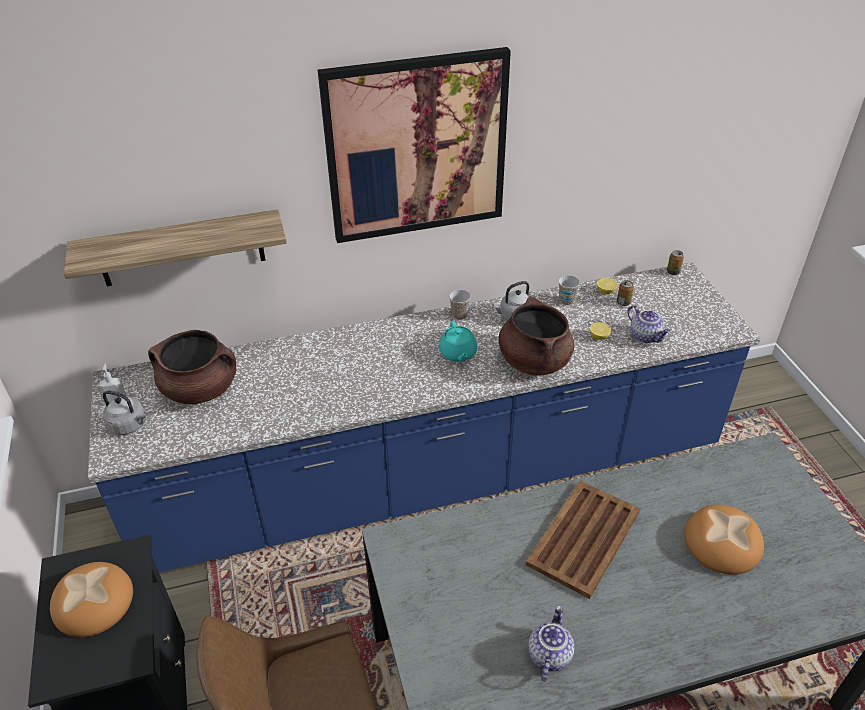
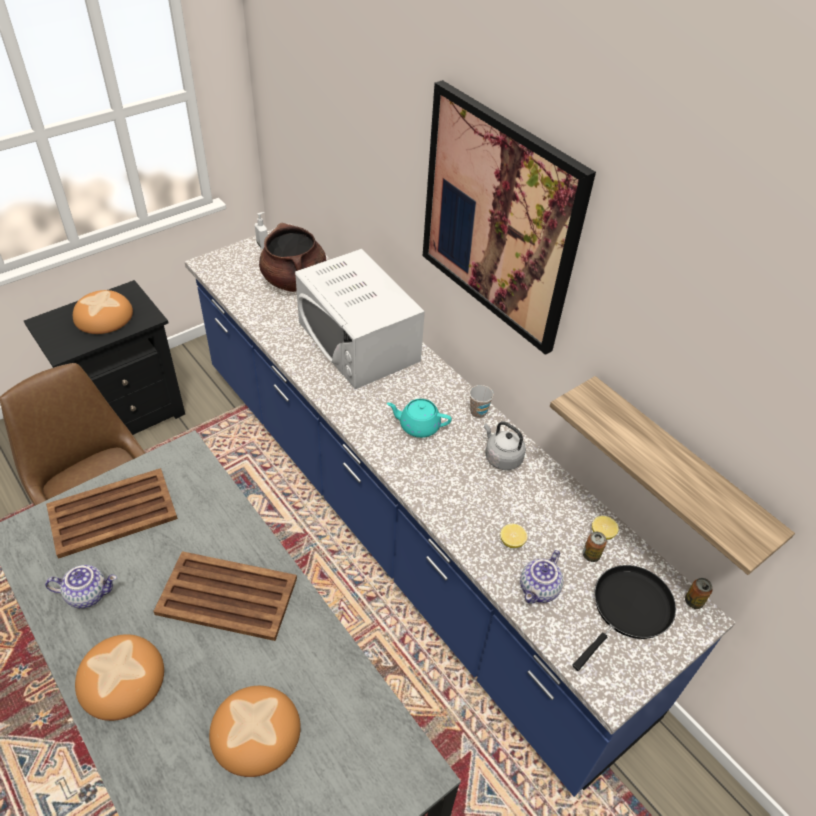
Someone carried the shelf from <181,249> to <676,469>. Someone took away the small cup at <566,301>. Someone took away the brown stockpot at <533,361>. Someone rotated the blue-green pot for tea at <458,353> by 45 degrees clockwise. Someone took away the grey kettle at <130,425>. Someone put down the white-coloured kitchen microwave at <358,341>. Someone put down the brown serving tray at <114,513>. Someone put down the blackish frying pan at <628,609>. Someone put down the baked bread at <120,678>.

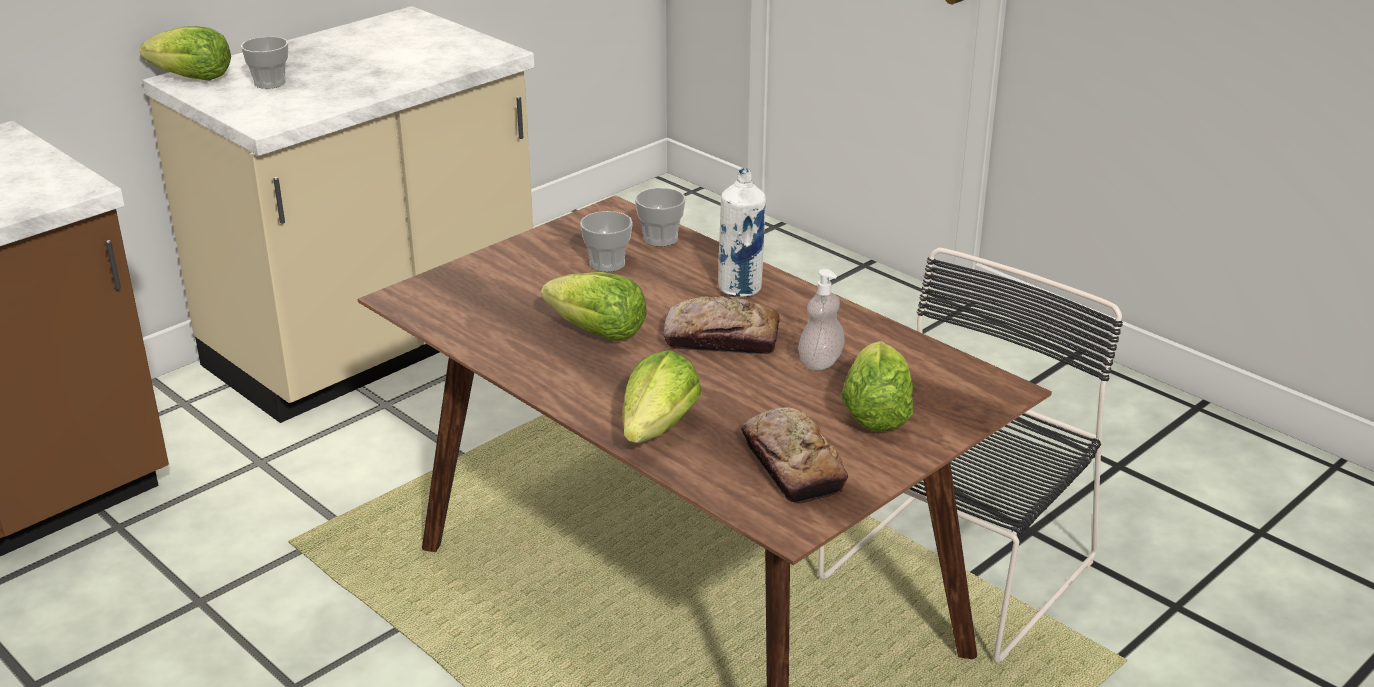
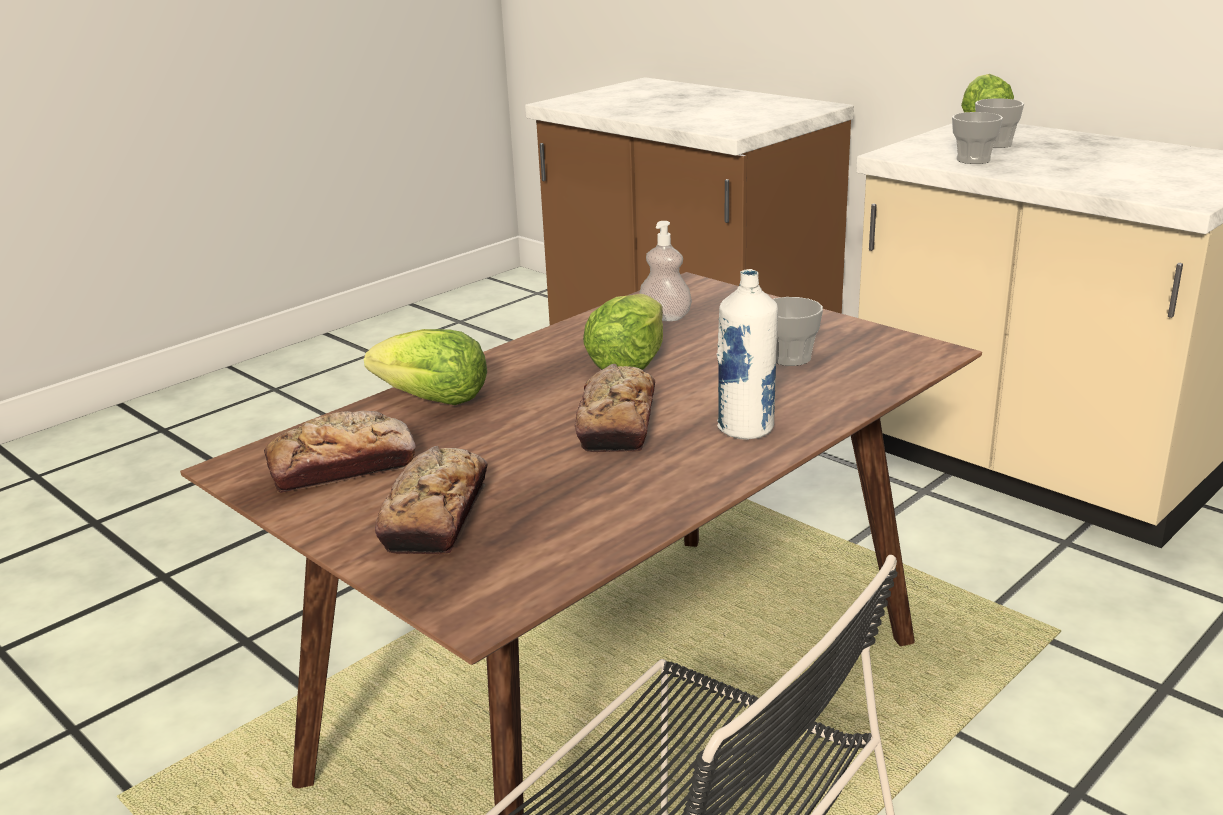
Someone carried the small cup from <660,238> to <973,160>. Someone carried the soap bottle from <820,362> to <665,317>. Someone swapped the head of lettuce at <875,414> for the baked bread at <435,515>.

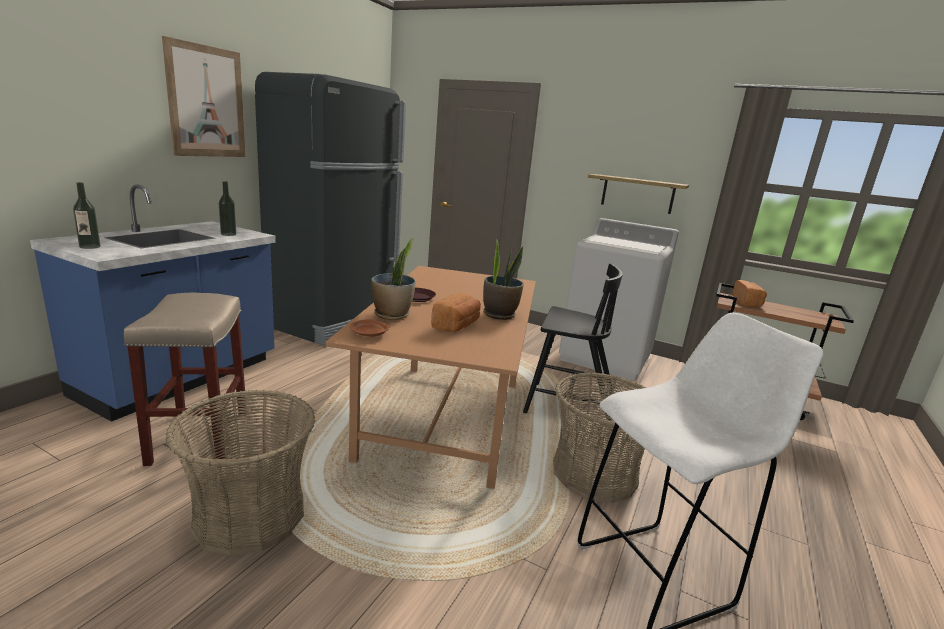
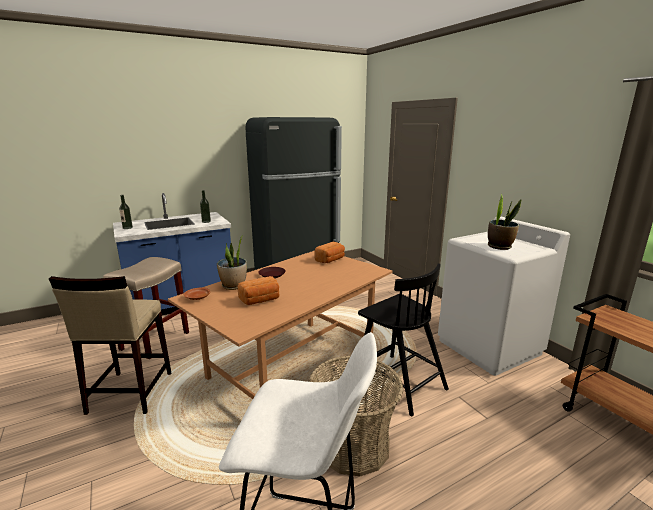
Someone took away the wall art at <206,102>. Someone took away the shelf at <637,194>. Someone carried the potted plant from <499,315> to <499,246>. Someone carried the baked bread from <747,302> to <330,260>. Someone swapped the basket at <250,515> for the beige-coloured sitting stool at <129,393>.

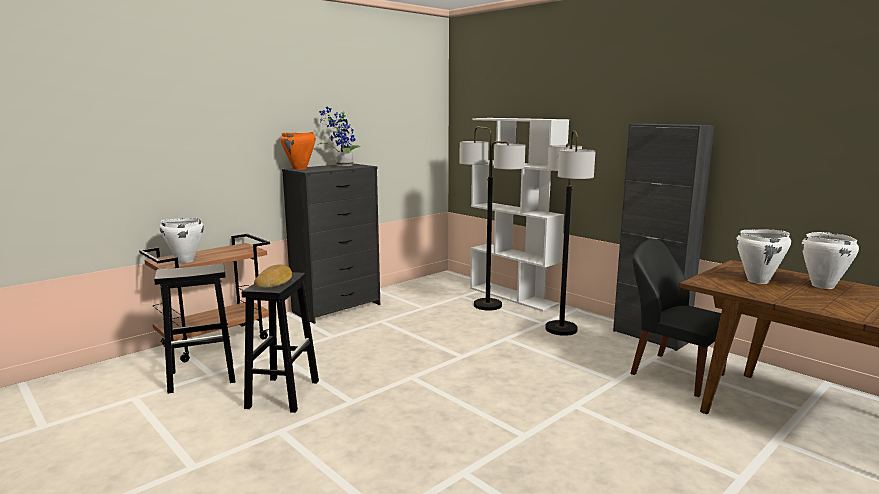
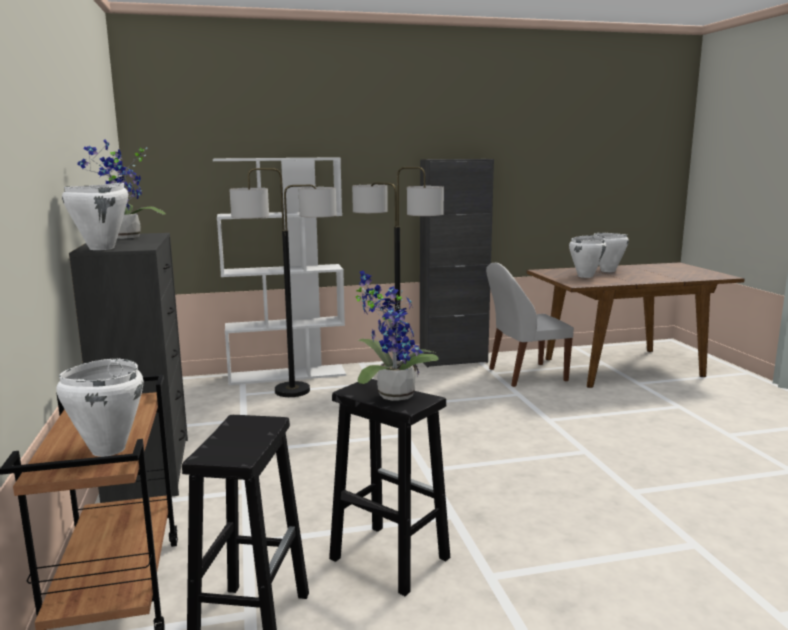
Someone repainted the orangey stockpot at <299,169>, which became the white-coloured stockpot at <102,248>. Someone repainted the blackish chair at <674,373>, which became the white-coloured chair at <525,375>. Someone swapped the baked bread at <275,281> for the potted plant at <391,394>.

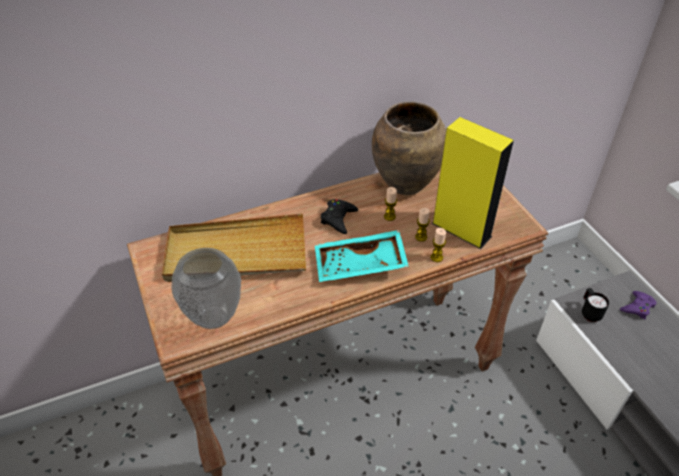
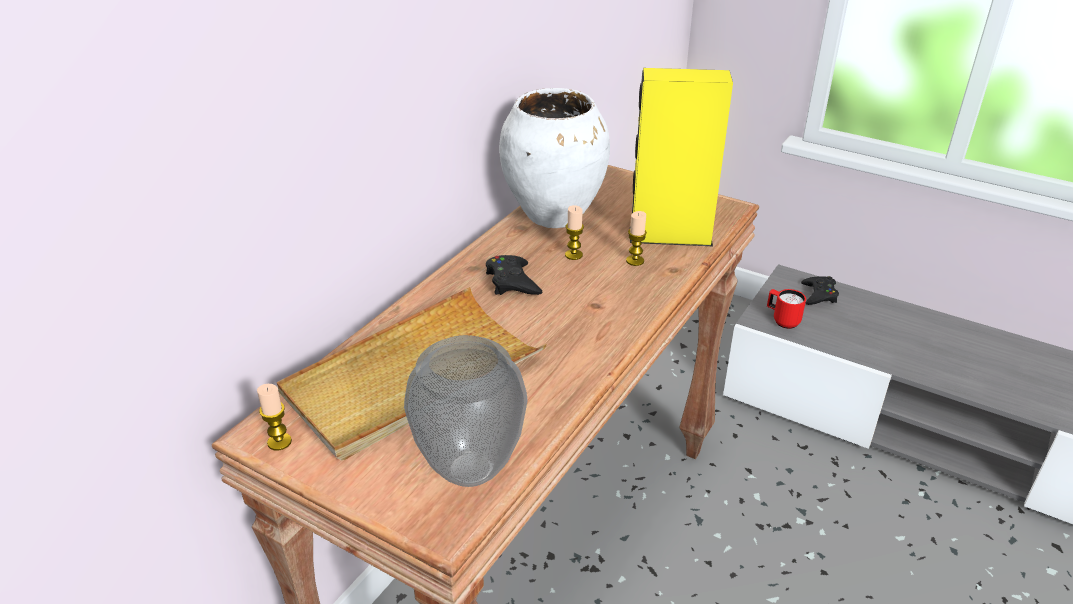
Someone repainted the brown vase at <406,184>, which became the white-coloured vase at <555,216>. Someone carried the candle from <436,257> to <279,442>. Someone took away the blue-green serving tray at <360,266>. Someone repainted the blackish mug at <589,312>, which became the red mug at <782,320>. Someone repainted the purplish joypad at <637,307>, which became the blackish joypad at <819,295>.

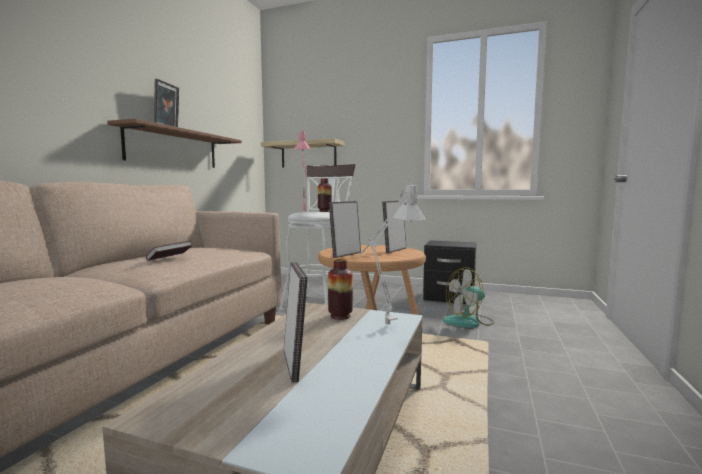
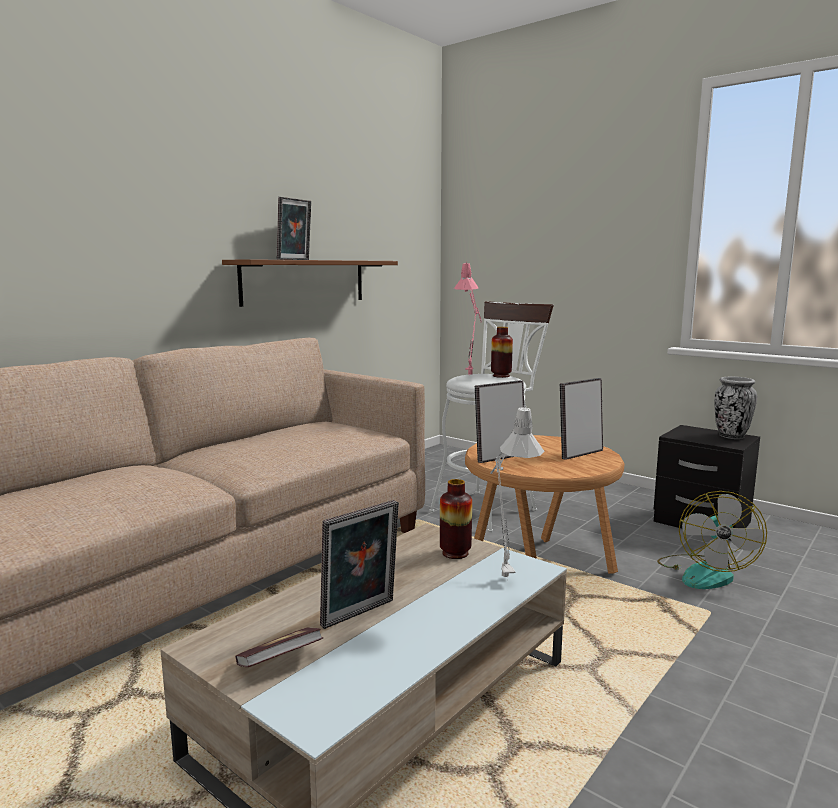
Someone took away the shelf at <308,155>. Someone carried the book from <169,259> to <279,662>. Someone rotated the standing frame at <295,364> by 45 degrees clockwise. Someone rotated the cooling fan at <469,322> by 75 degrees counterclockwise. Someone put down the vase at <731,436>.

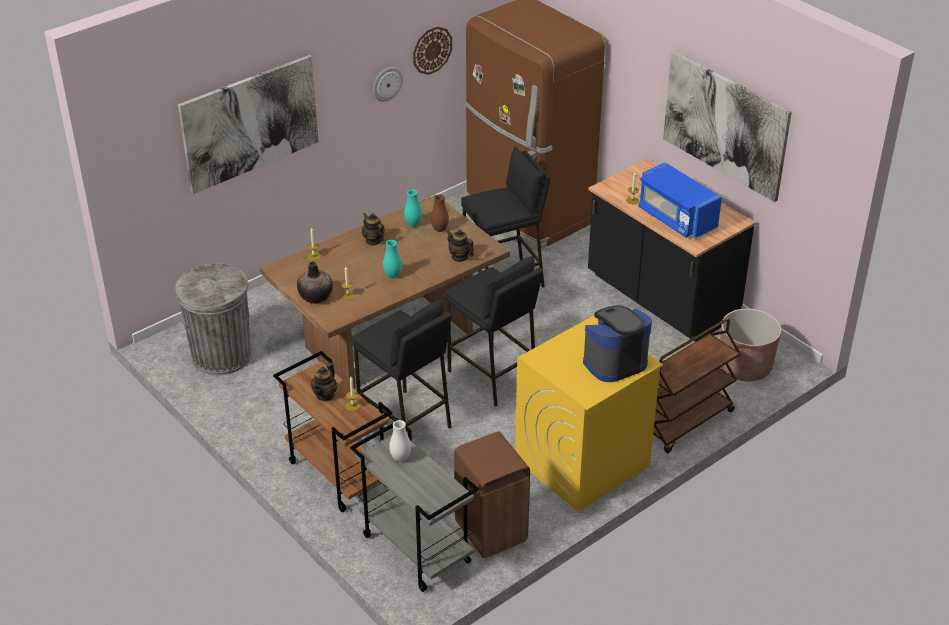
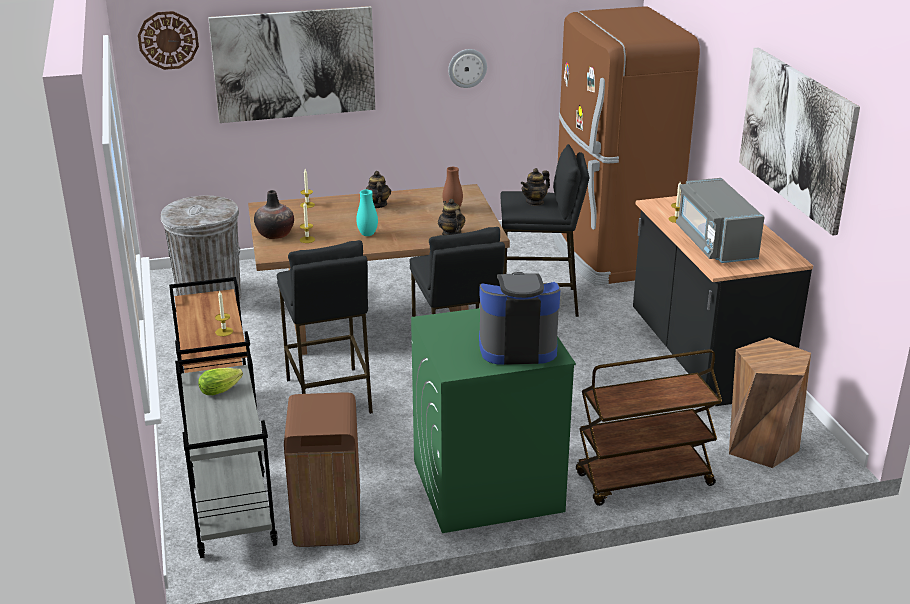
Someone carried the clock on the wall from <432,50> to <168,40>. Someone repainted the blue kitchen microwave at <676,218>, which became the grey kitchen microwave at <715,243>. Someone took away the blue-green vase at <413,224>. Someone swapped the brown plant pot at <745,367> for the brown sitting stool at <760,445>. Someone repainted the yellow-coloured laundry appliance at <581,463>, which became the green laundry appliance at <486,486>. Someone carried the pot for tea from <325,395> to <535,202>. Someone swapped the white-coloured vase at <400,458> for the head of lettuce at <222,389>.

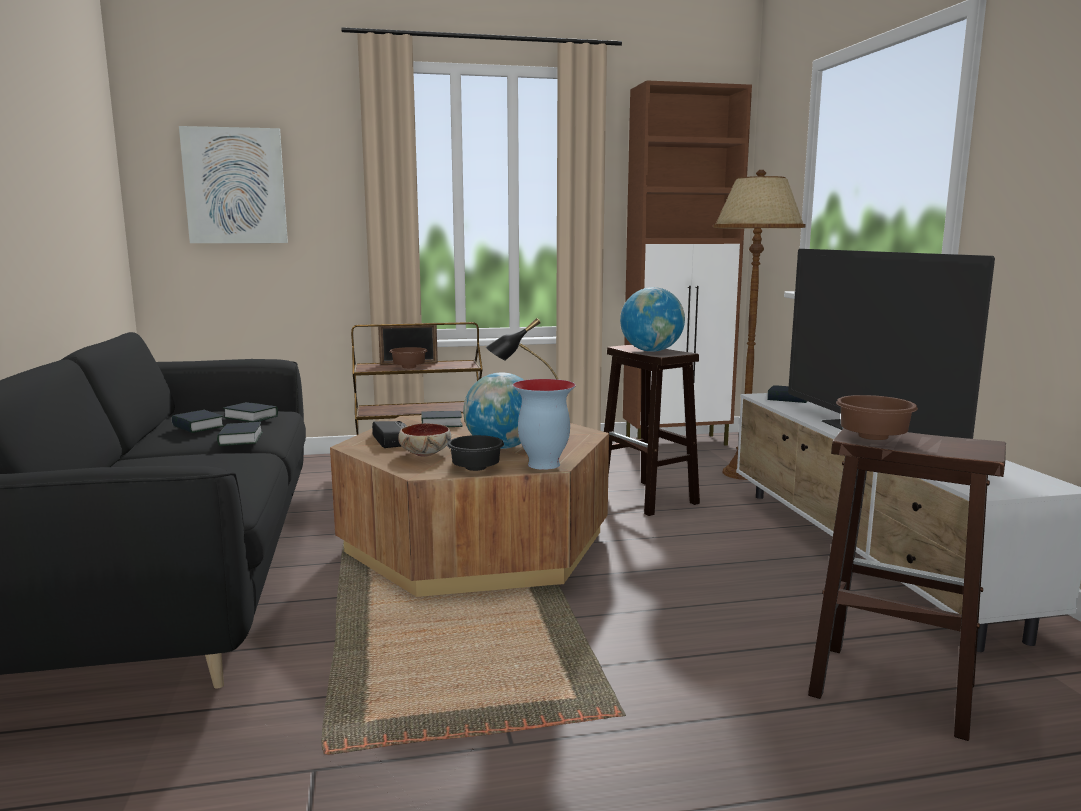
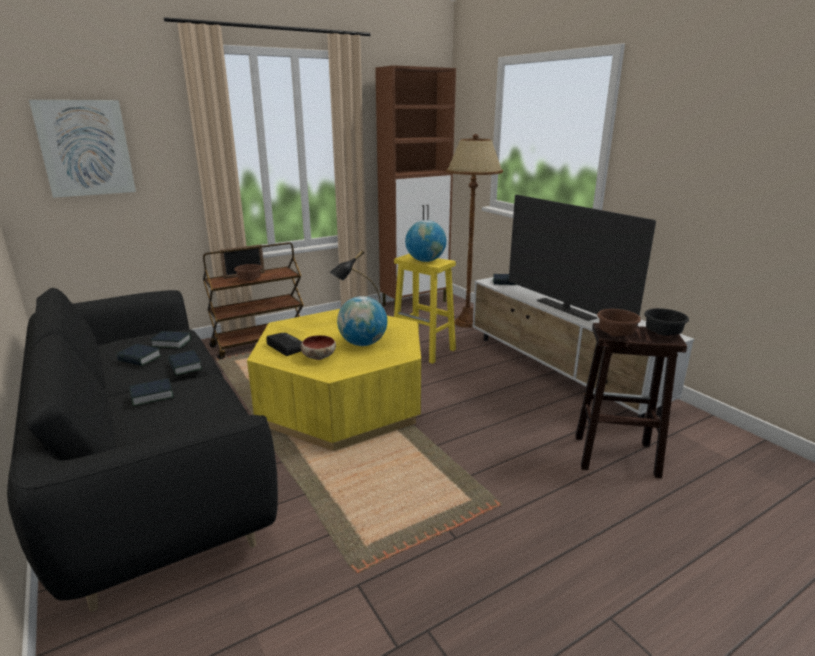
Someone repainted the brown sitting stool at <648,498>, which became the yellow-coloured sitting stool at <424,350>. Someone took away the vase at <542,464>. Someone carried the book from <441,424> to <152,396>. Someone repainted the brown lounge table at <476,543>, which became the yellow-coloured lounge table at <342,402>. Someone carried the blackish bowl from <477,468> to <663,333>.

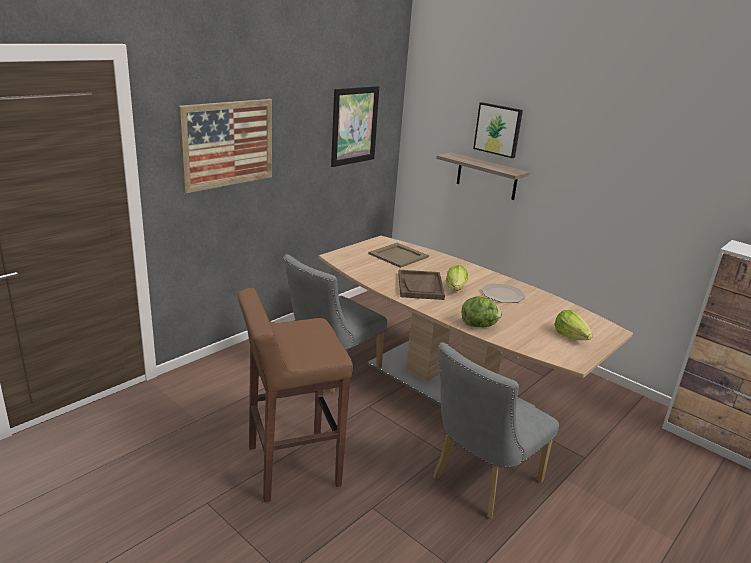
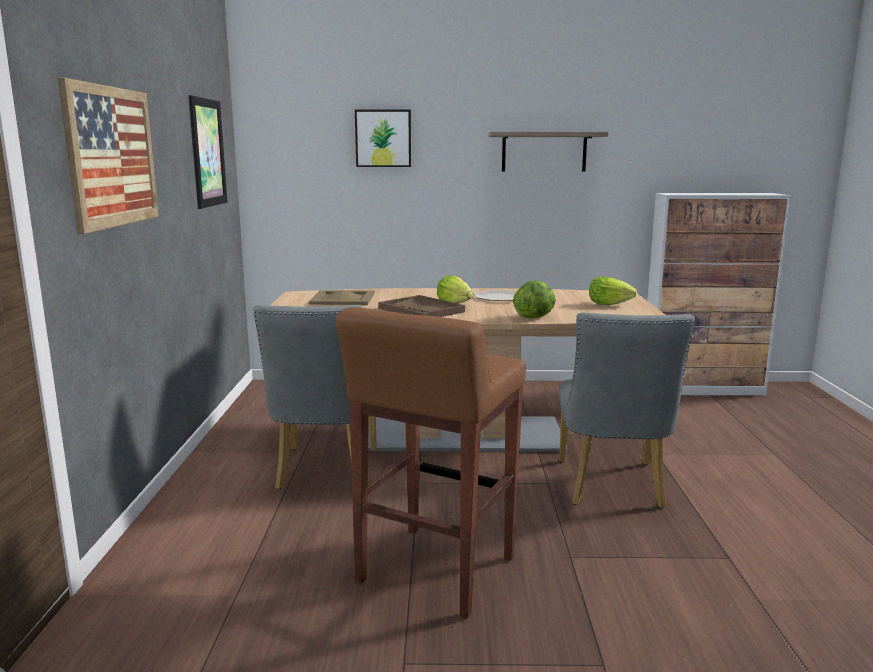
Someone carried the shelf from <486,176> to <544,152>.

